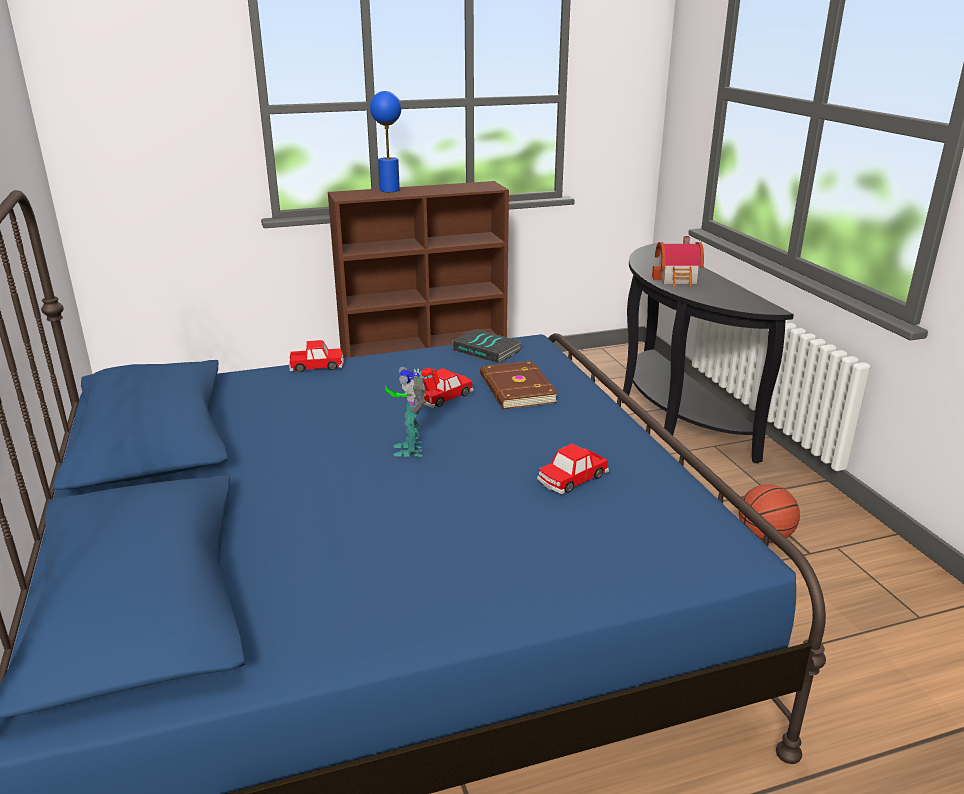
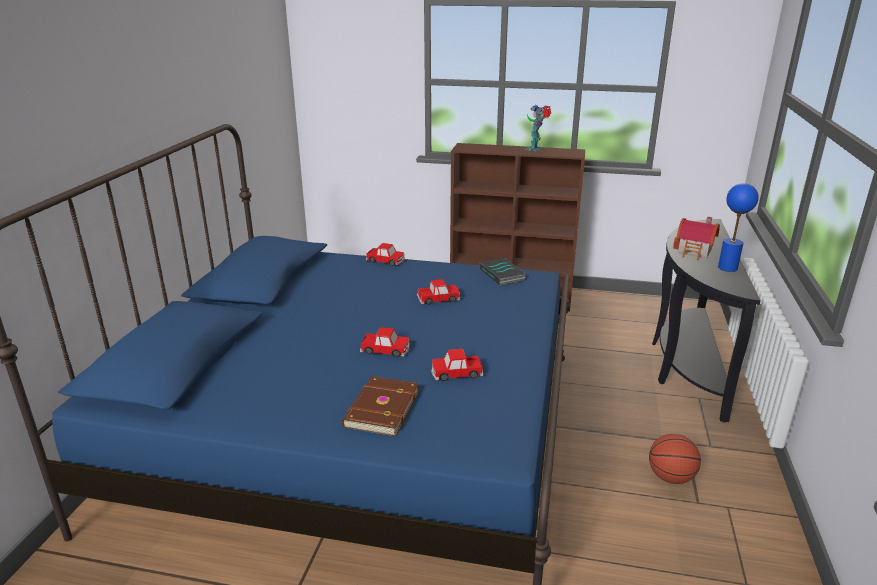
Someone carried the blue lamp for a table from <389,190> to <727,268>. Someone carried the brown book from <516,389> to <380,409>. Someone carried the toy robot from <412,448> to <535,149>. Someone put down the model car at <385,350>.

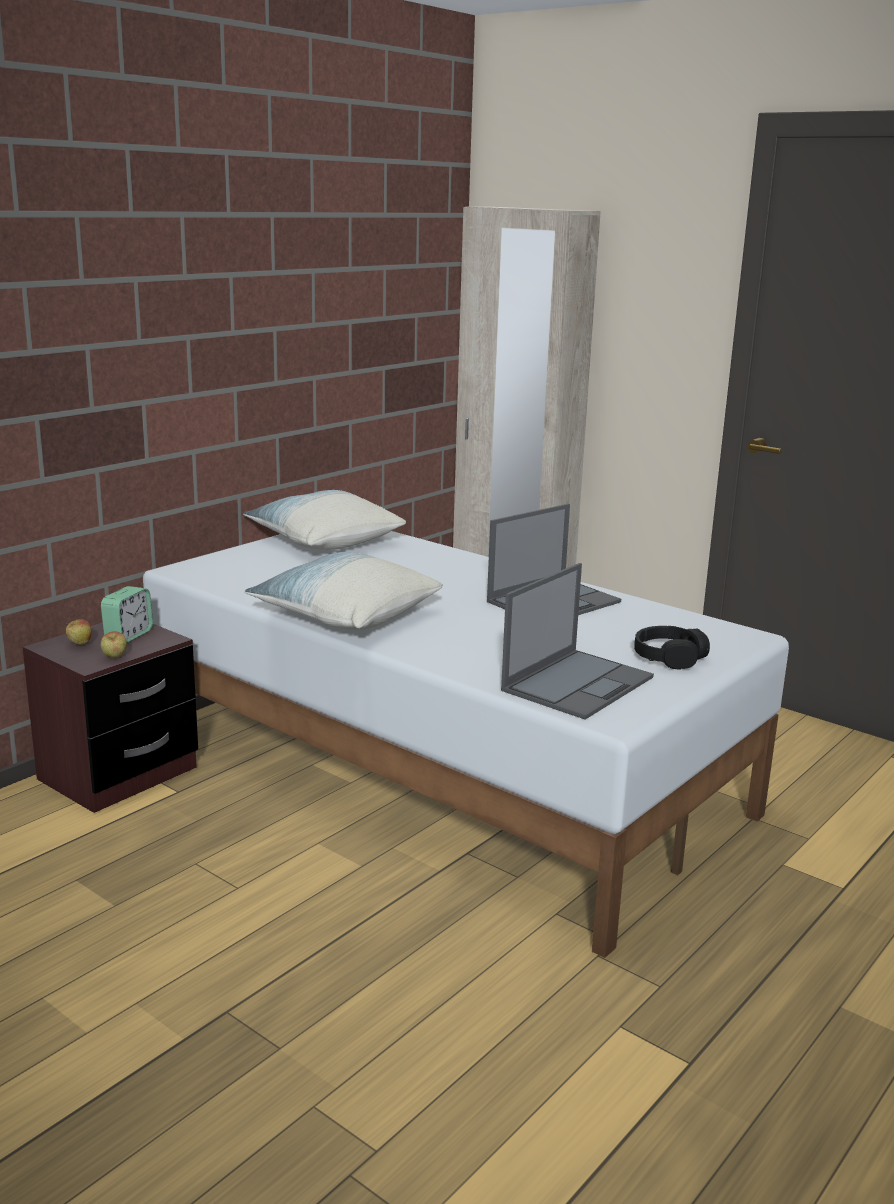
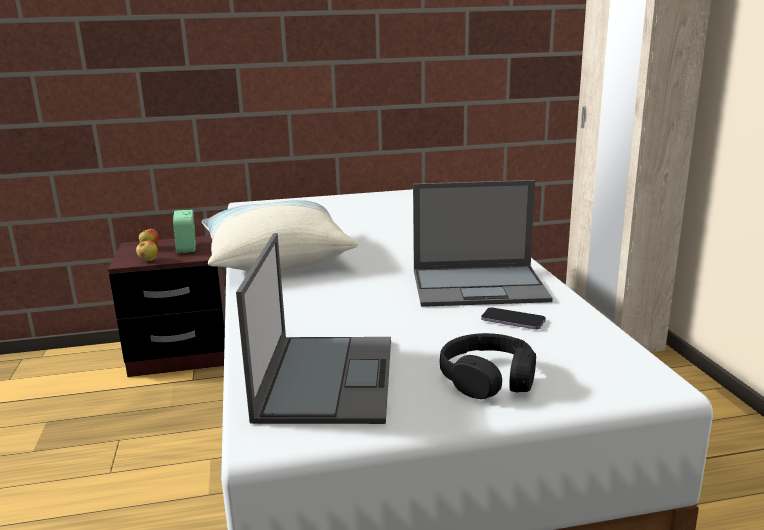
Someone took away the cushion at <324,541>. Someone rotated the notebook computer at <578,683> by 75 degrees counterclockwise. Someone rotated the table clock at <128,635> by 105 degrees clockwise. Someone put down the phone at <513,320>.

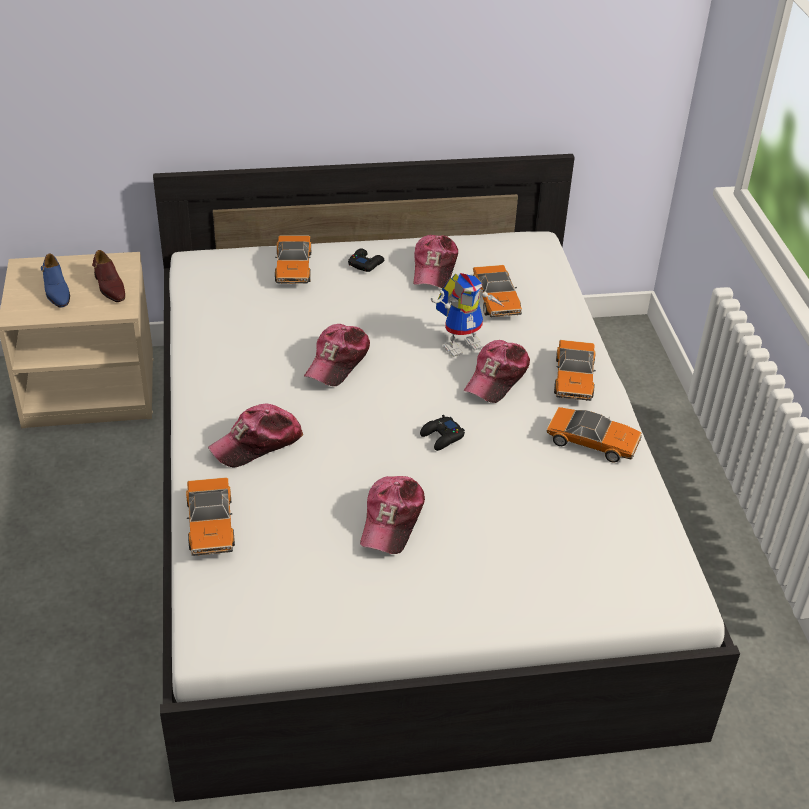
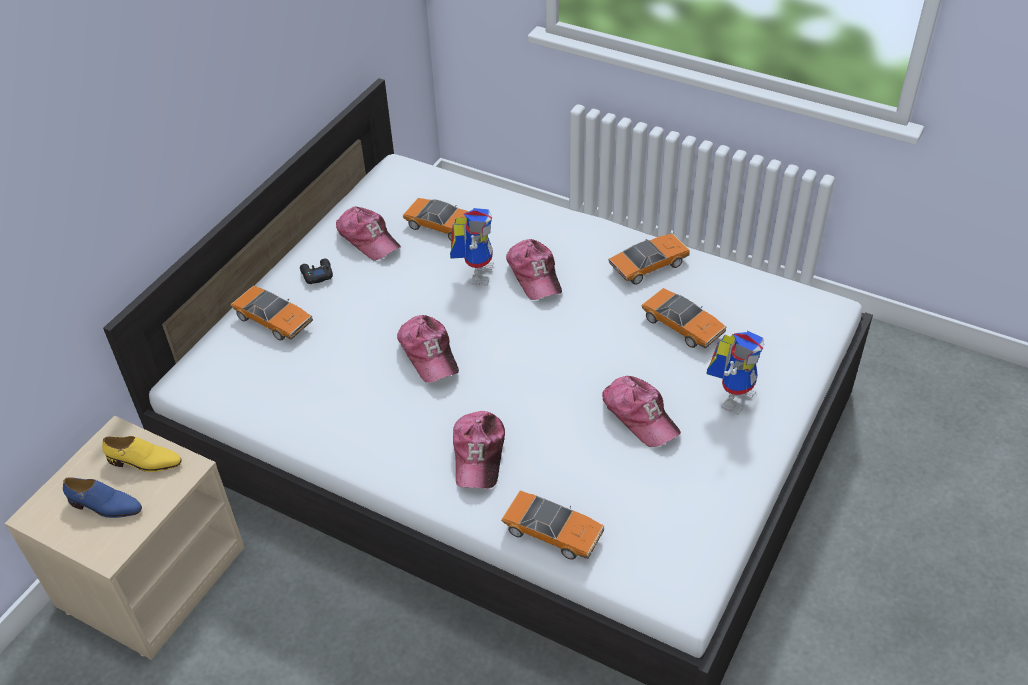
Someone repainted the brown shoe at <109,287>, which became the yellow-coloured shoe at <144,462>. Someone carried the model car from <573,379> to <682,326>. Someone took away the blackish joypad at <442,437>. Someone put down the toy robot at <734,395>.

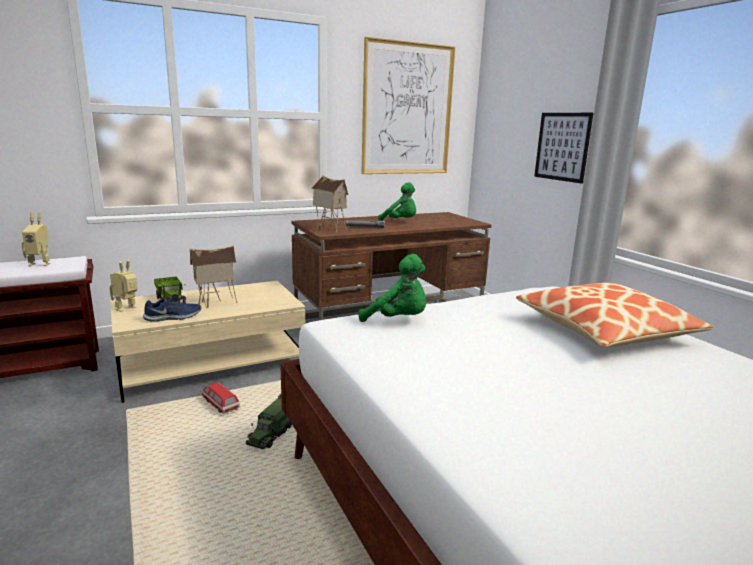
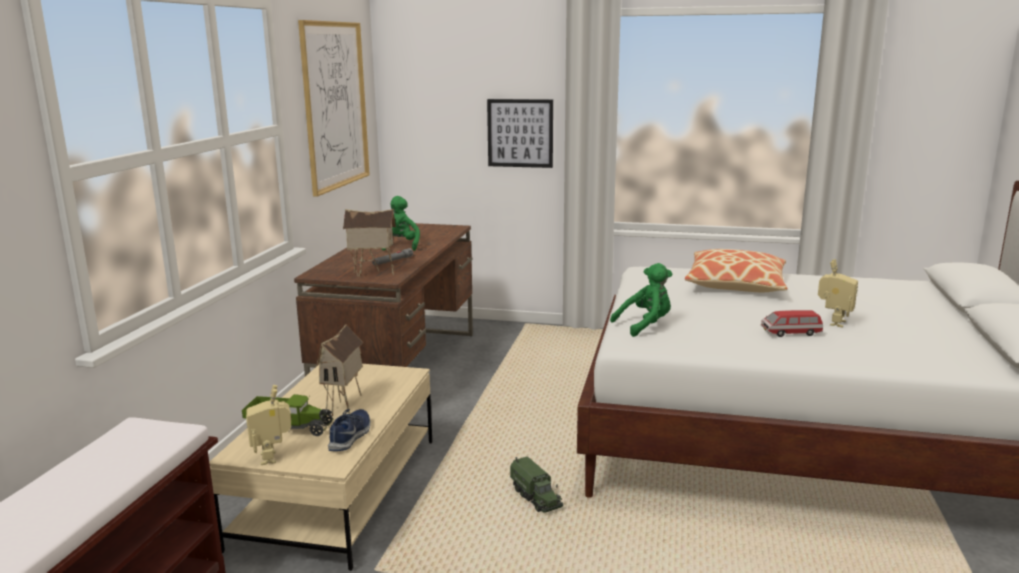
Someone rotated the green soft toy at <400,222> by 75 degrees counterclockwise. Someone carried the toy robot from <41,264> to <833,322>. Someone carried the model car from <220,404> to <790,333>.

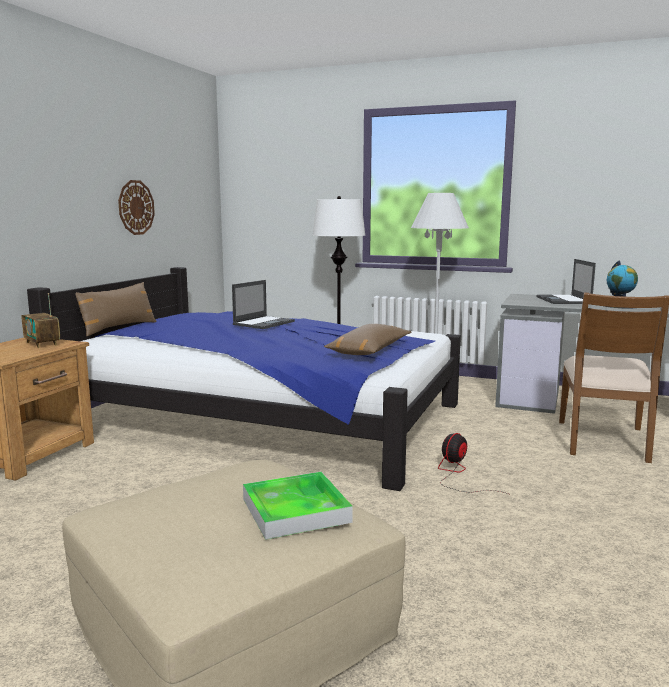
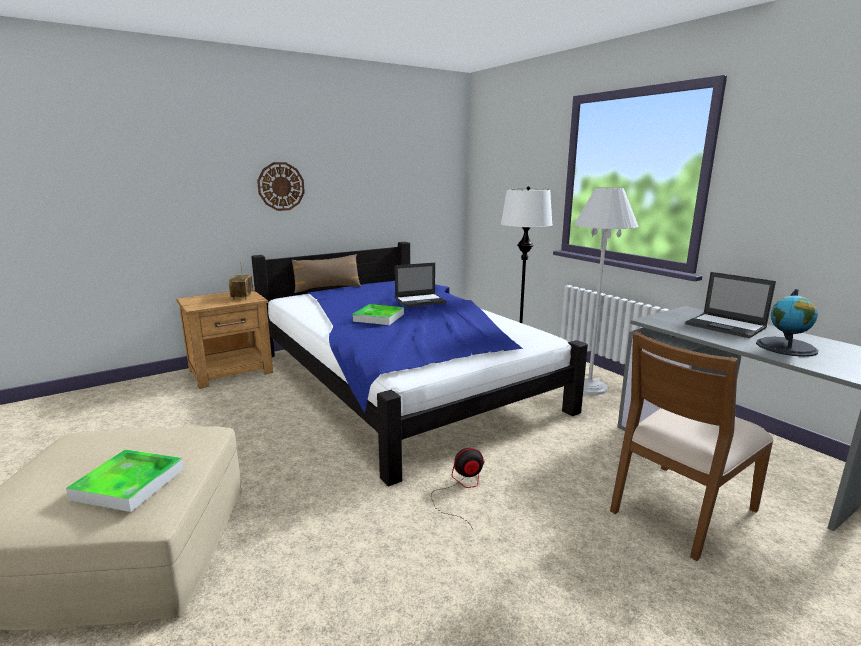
Someone carried the clock on the wall from <136,207> to <281,186>. Someone rotated the notebook computer at <564,300> by 75 degrees counterclockwise. Someone took away the brown cushion at <369,351>. Someone put down the serving tray at <379,317>.

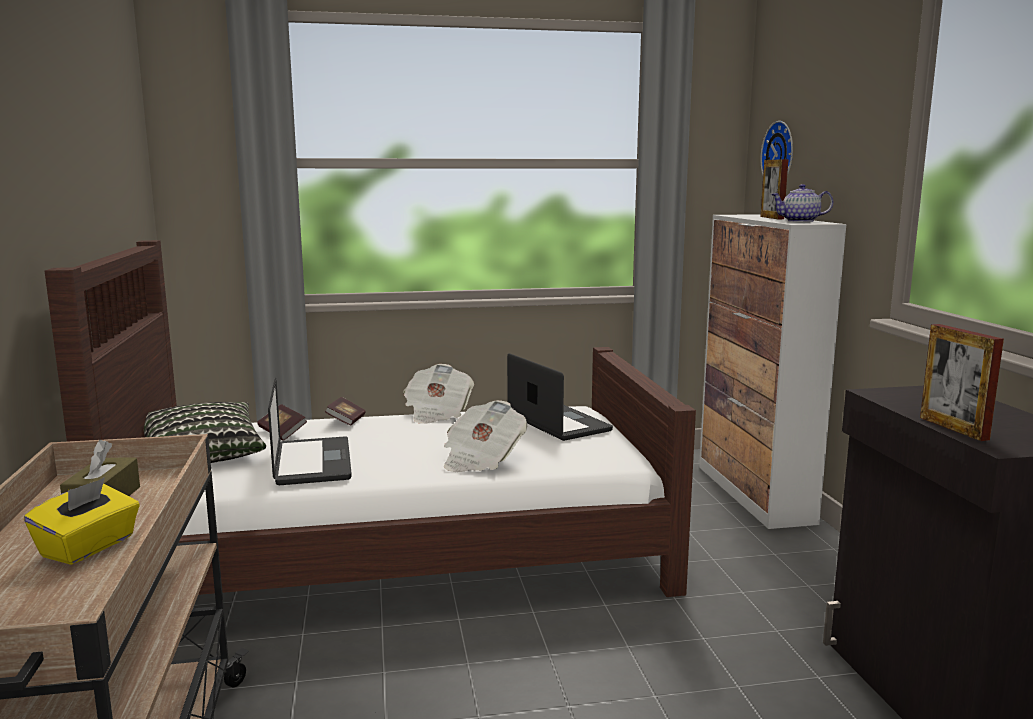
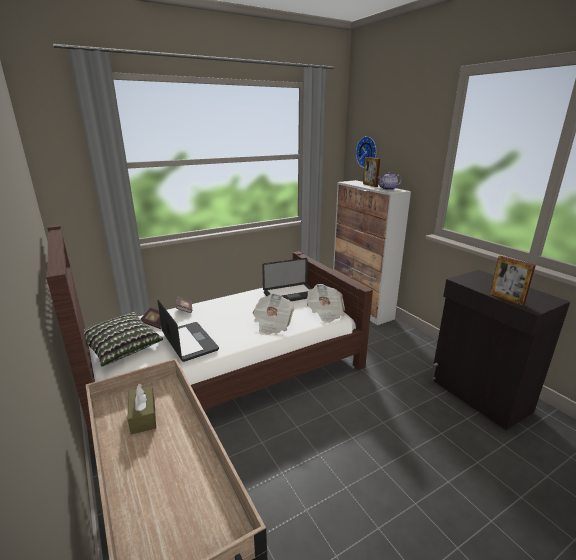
Someone rotated the notebook computer at <558,423> by 120 degrees clockwise. Someone carried the daily paper from <437,413> to <325,313>. Someone took away the yellow-coloured tissue box at <89,547>.

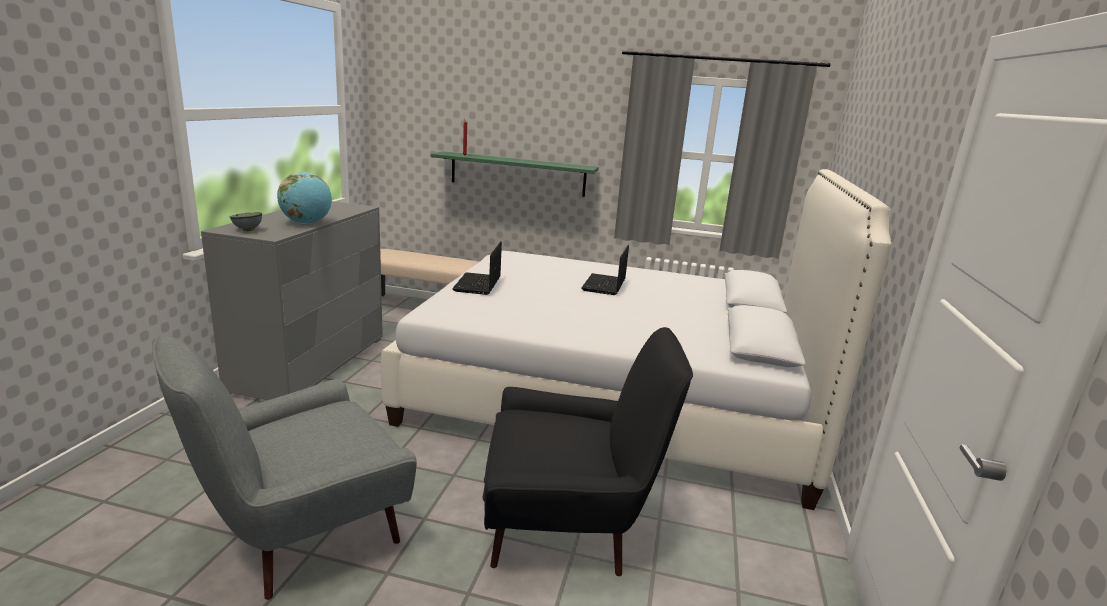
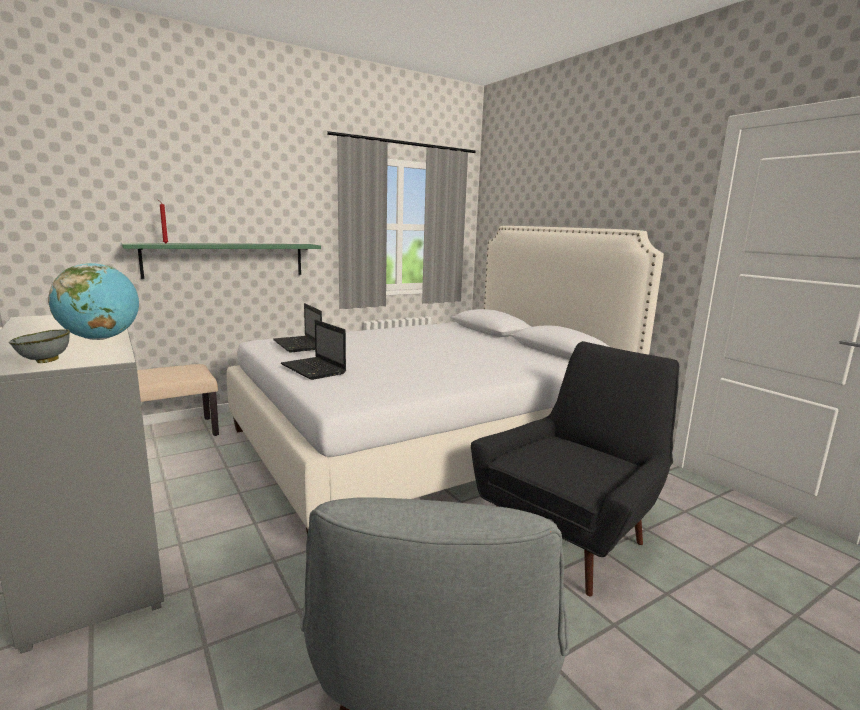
Someone carried the notebook computer from <604,286> to <298,345>.

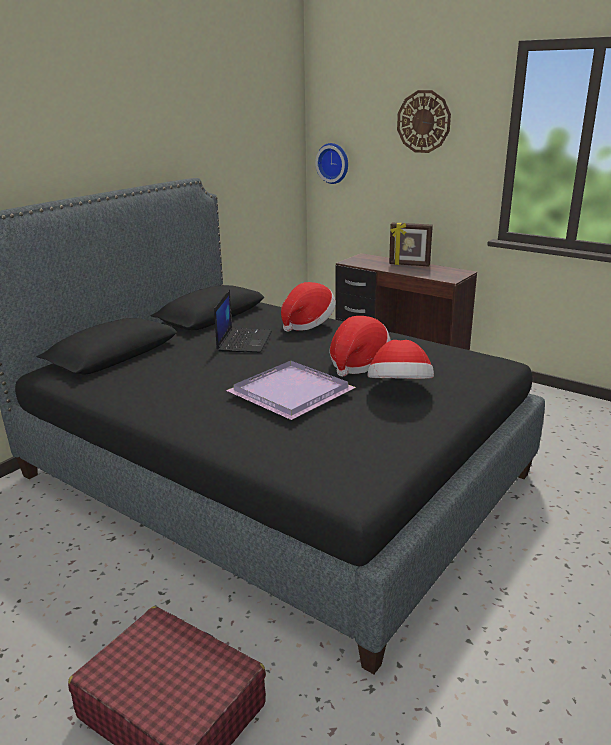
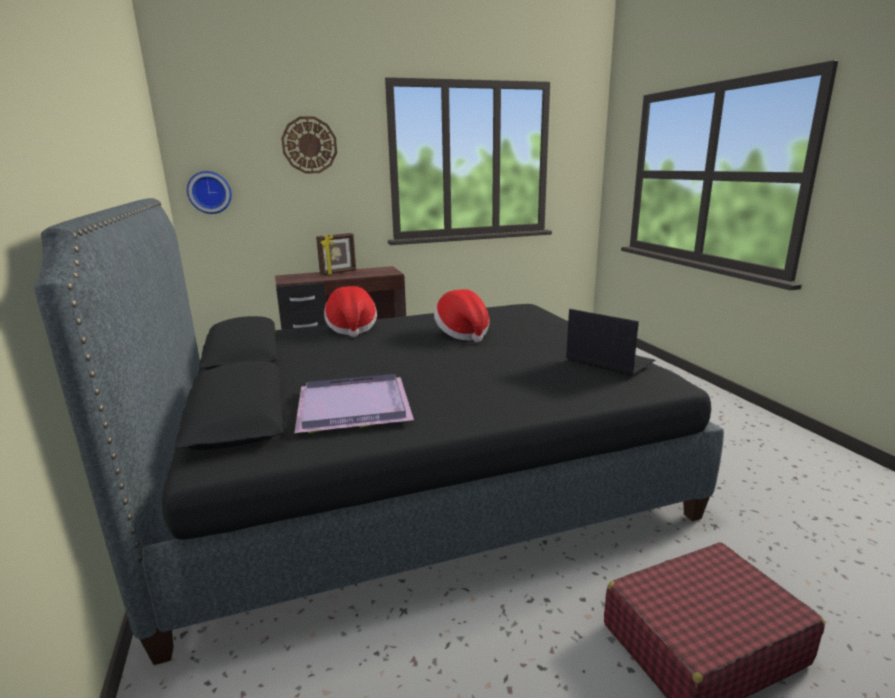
Someone carried the notebook computer from <244,341> to <608,361>. Someone took away the clothing hat at <399,389>. Someone carried the purplish serving tray from <293,392> to <355,405>.

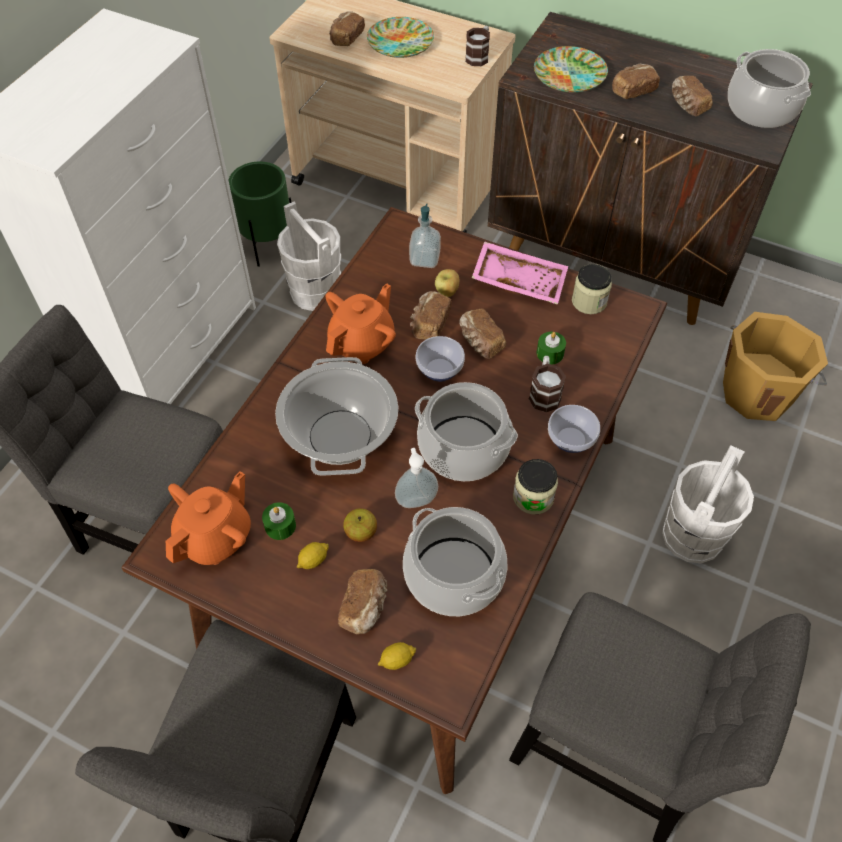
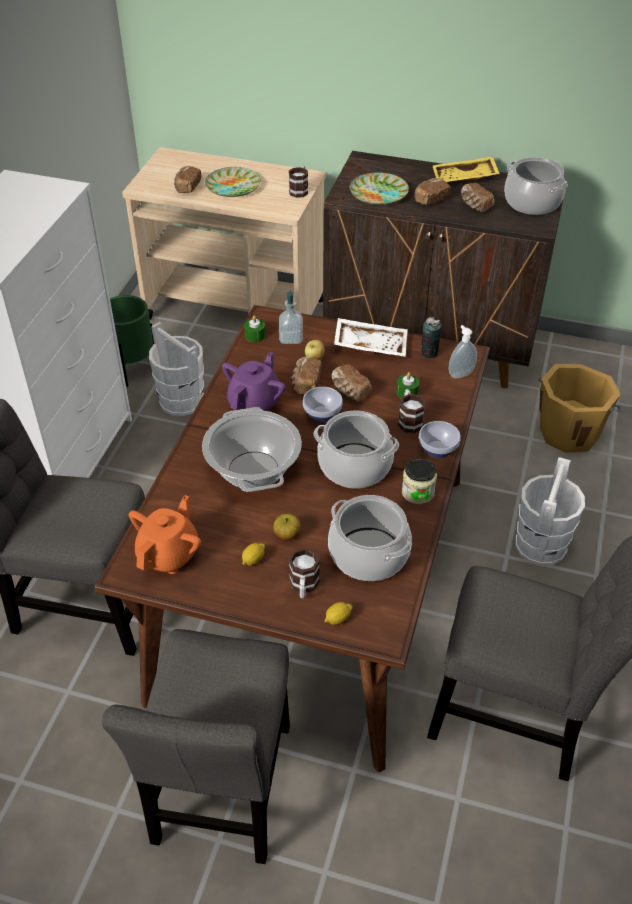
Someone repainted the pinkish serving tray at <519,280>, which became the white-coloured serving tray at <370,344>. Someone swapped the jar at <589,301> for the sealed can at <429,353>. Someone repainted the orangey pot for tea at <362,343>, which became the purplish pot for tea at <255,403>. Someone carried the soap bottle from <416,500> to <460,373>. Someone carried the green candle from <280,526> to <255,335>. Someone swapped the baked bread at <365,608> for the mug at <303,586>. Someone put down the yellow-coloured serving tray at <464,178>.

